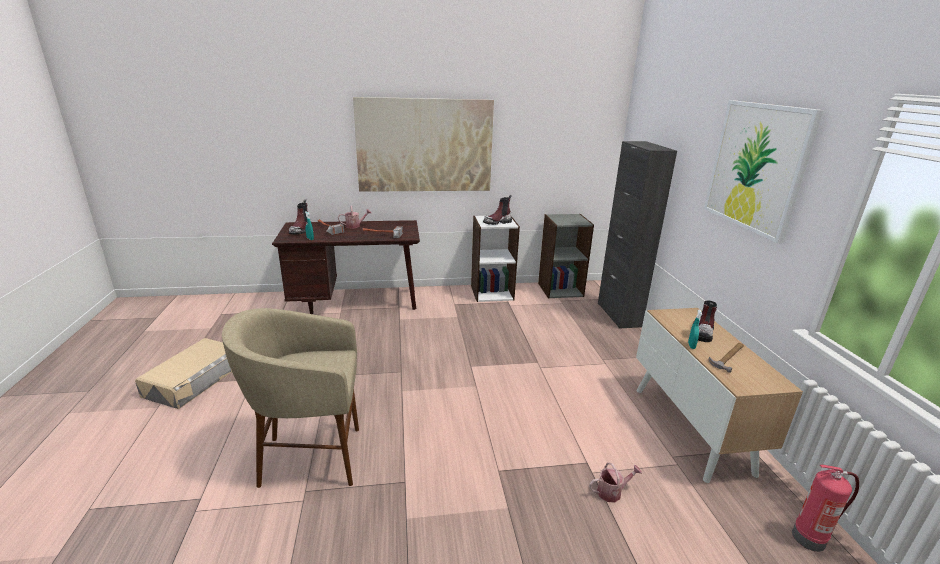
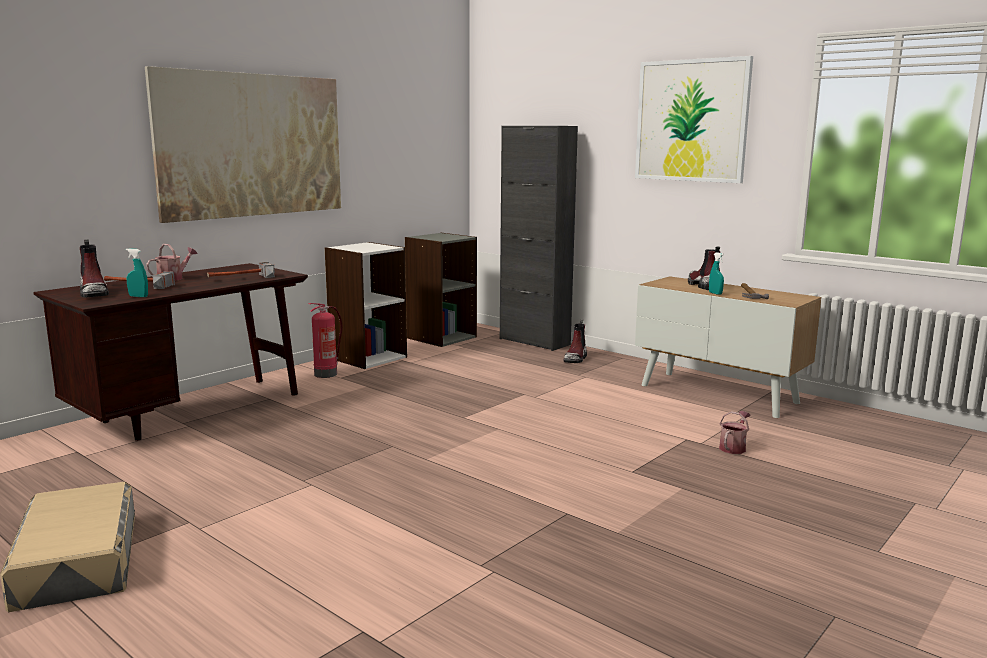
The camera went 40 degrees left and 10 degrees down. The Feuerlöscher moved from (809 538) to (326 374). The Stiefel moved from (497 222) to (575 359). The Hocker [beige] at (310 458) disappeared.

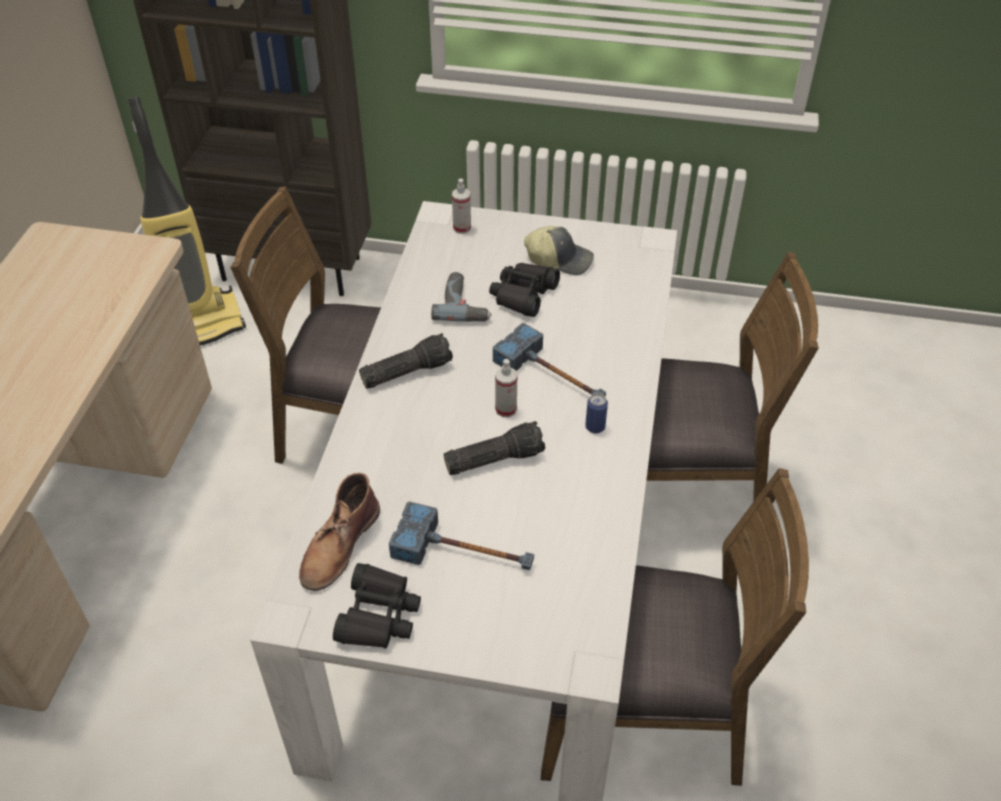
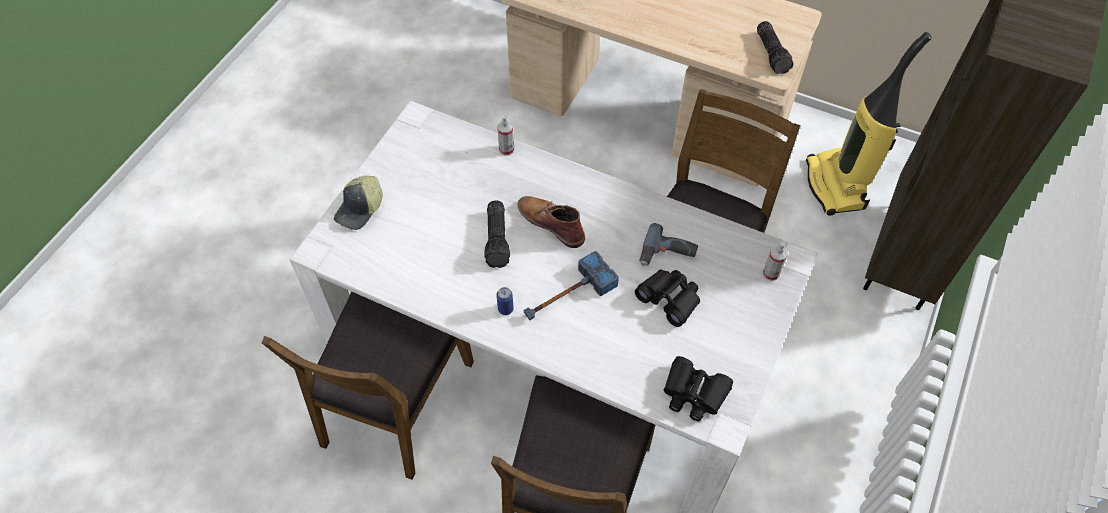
The camera went 105 degrees right and 10 degrees up. The Kappe moved from (559 259) to (360 209). The Sprühflasche moved from (506 409) to (506 149). The Stiefel [braun] moved from (339 545) to (551 222). The Fernglas [schwarz] moved from (378 615) to (694 393). The Taschenlampe moved from (406 371) to (772 53). The Hammer at (464 552) disappeared.

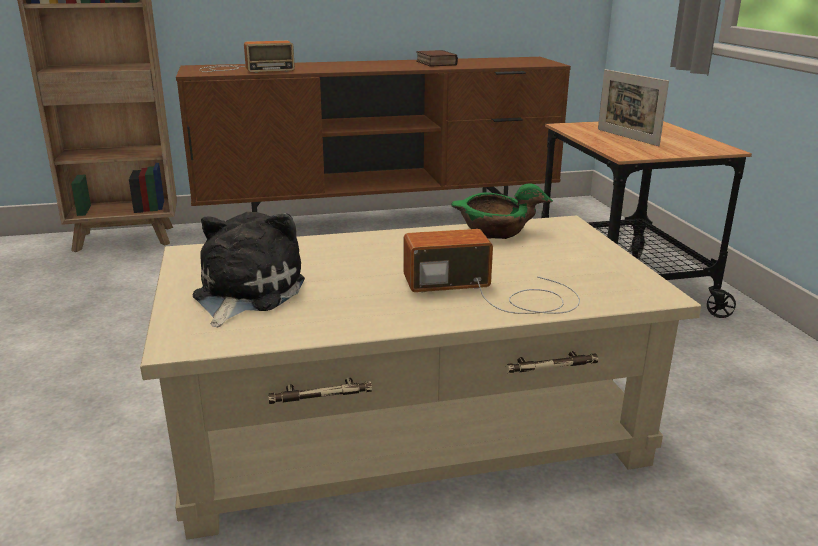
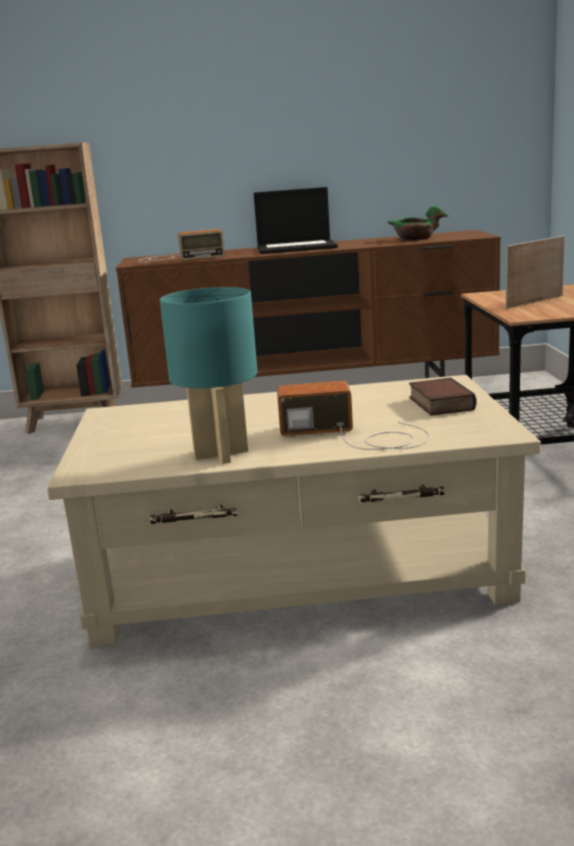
The camera went 10 degrees right and 5 degrees down. The Tischlampe [türkis] at (220 455) appeared. The Laptop at (297 247) appeared. The Schüssel [grün] moved from (494 231) to (415 238). The Buch moved from (434 63) to (439 403). The Bilderrahmen at (627 137) turned 75 degrees clockwise. The Plüschtier at (244 293) disappeared.

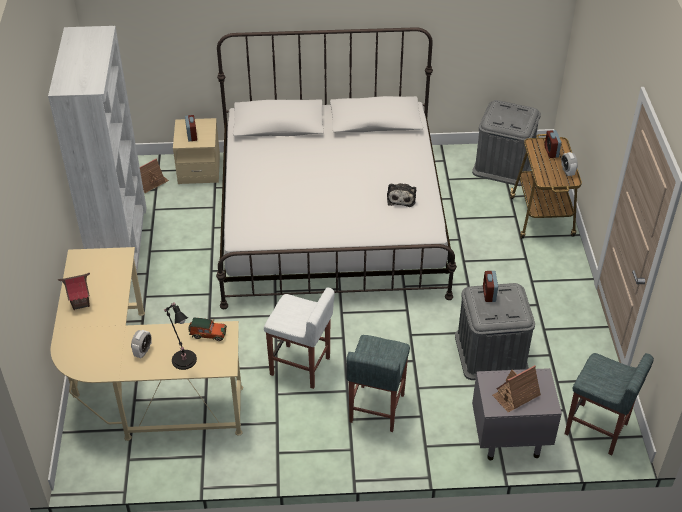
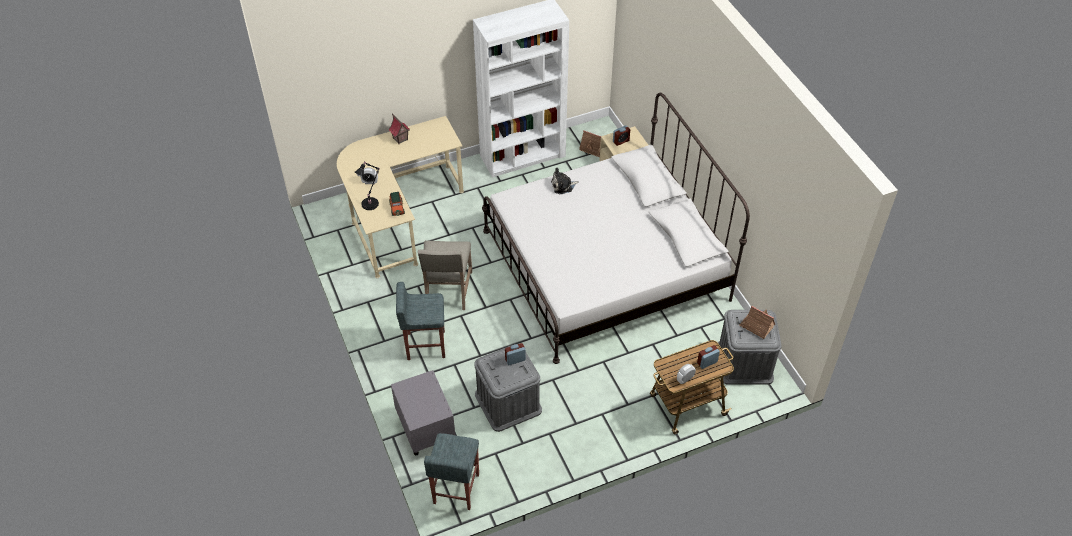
The camera went 70 degrees right and 5 degrees up. The Hocker [weiß] at (301 366) was replaced by the Stuhl [beige] at (447 291). The Plüschtier moved from (401 198) to (563 186). The Spielzeughaus moved from (515 395) to (756 326).

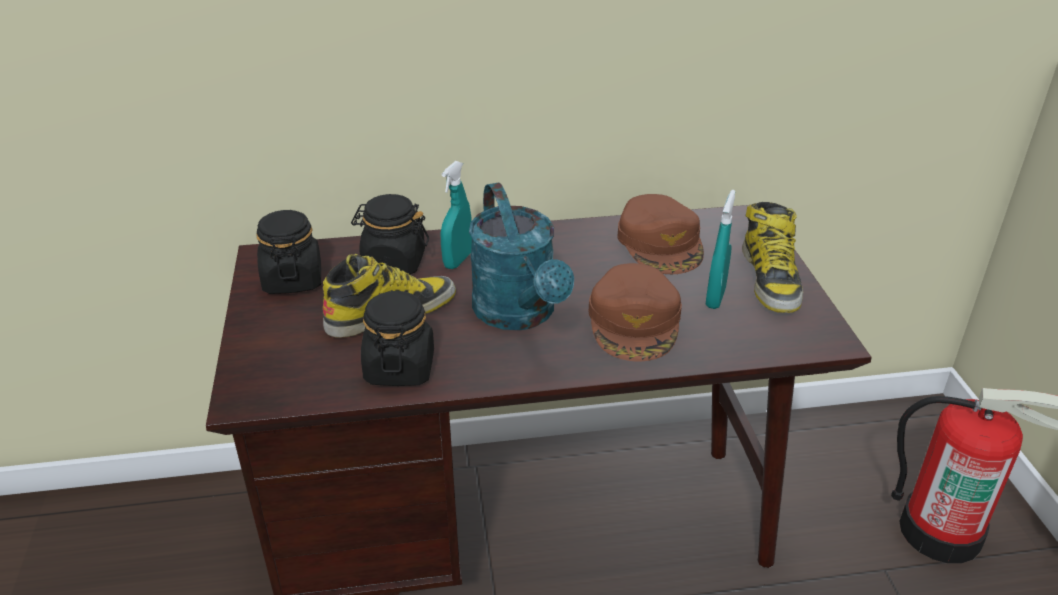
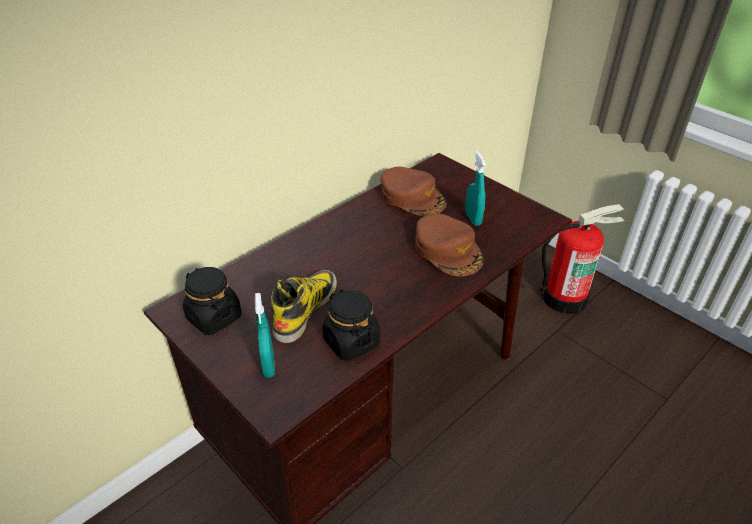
The camera went 35 degrees left and 5 degrees up. The Sprühflasche [türkis] moved from (457 260) to (268 365). The Vorratsglas [schwarz] at (393 262) disappeared. The Gießkanne [türkis] at (520 314) disappeared. The Stiefel at (770 279) disappeared.

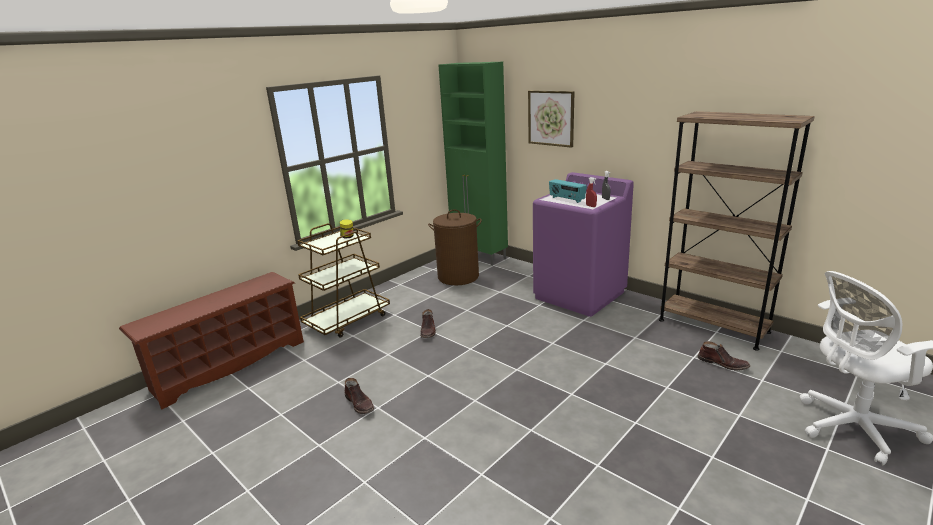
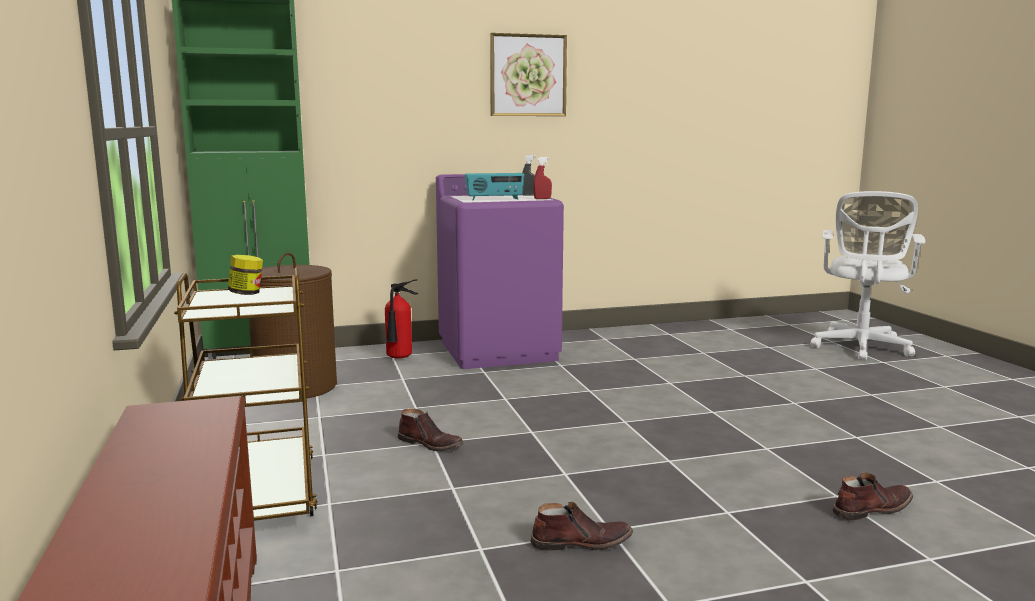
The camera went 60 degrees left and 10 degrees down. The Feuerlöscher at (399 358) appeared. The Bild moved from (551 118) to (528 75). The Stiefel [braun] moved from (723 363) to (870 509). The Bücherregal [braun] at (713 326) disappeared.

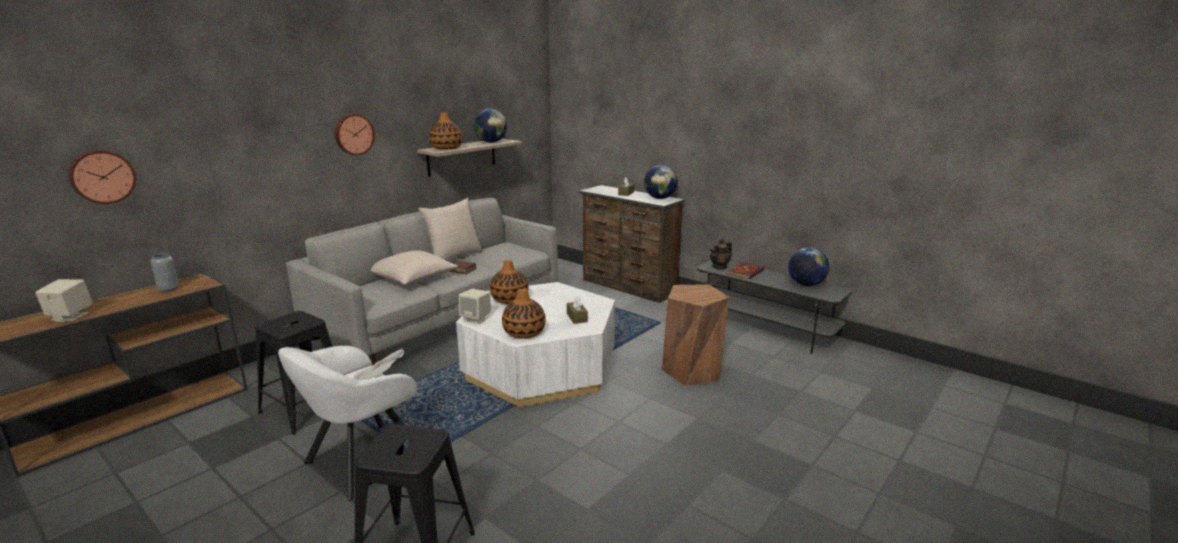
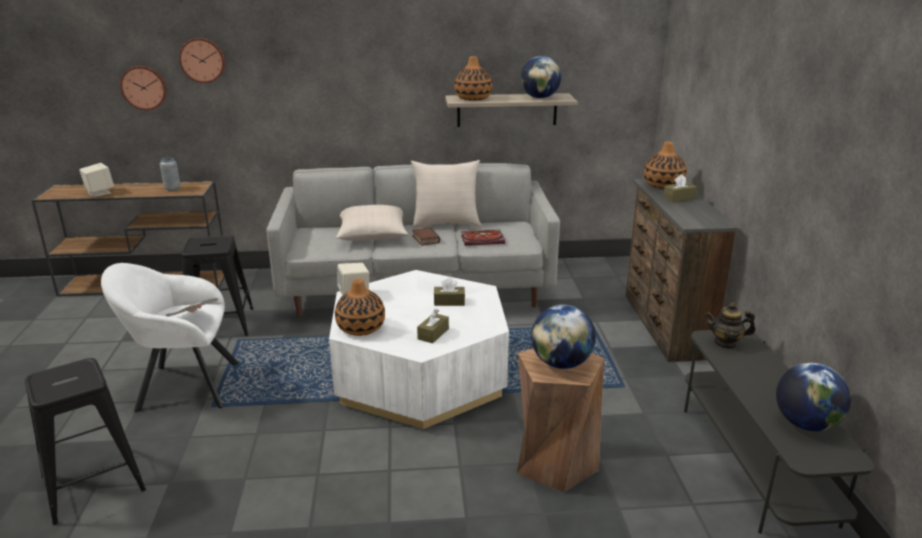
The camera went 45 degrees right and 5 degrees up. The Wanduhr moved from (353 134) to (202 60). The Taschentuchbox [braun] at (449 302) appeared. The Buch moved from (745 272) to (483 239). The Globus moved from (660 198) to (561 363). The Vase moved from (509 300) to (663 185).

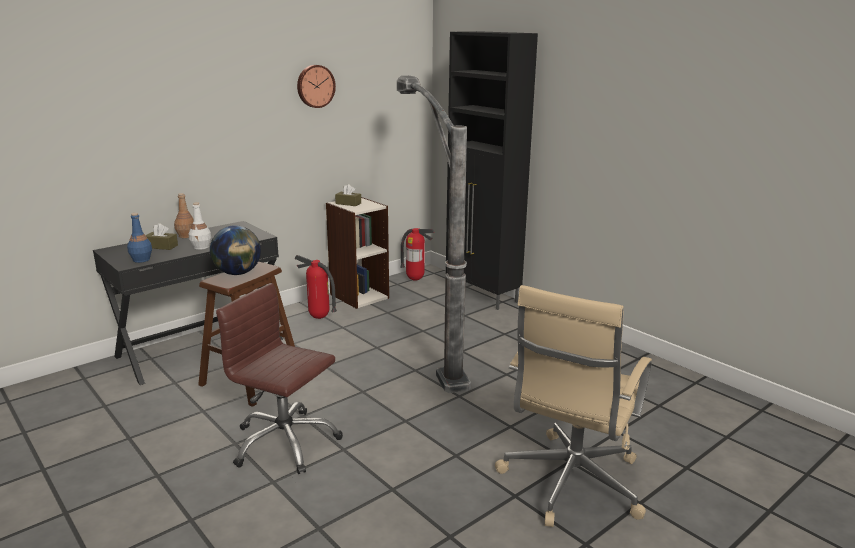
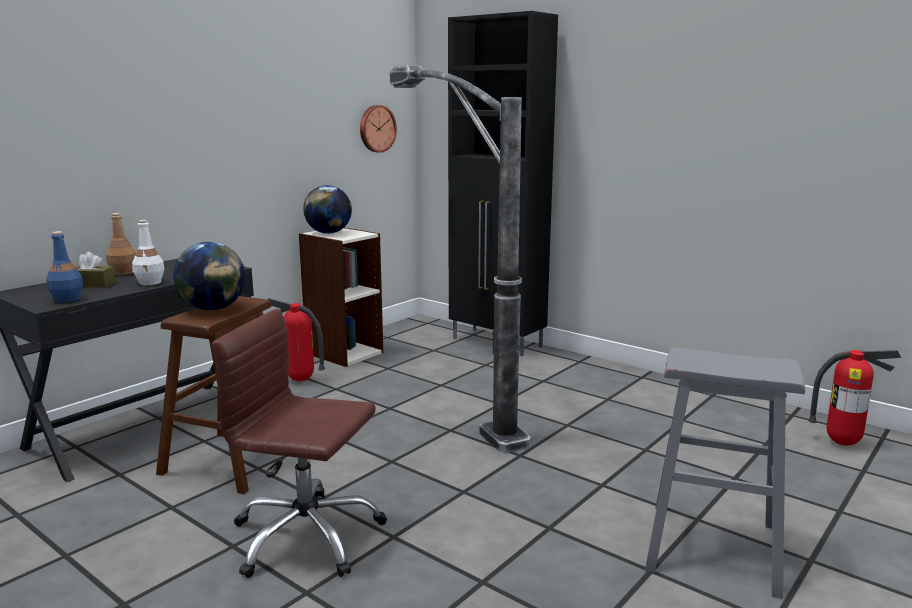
The camera went 10 degrees left and 5 degrees down. The Taschentuchbox [braun] at (348 203) was replaced by the Globus at (328 233). The Wanduhr moved from (315 86) to (376 128). The Bürostuhl [beige] at (570 483) was replaced by the Hocker [grau] at (712 546). The Feuerlöscher moved from (415 279) to (843 443).

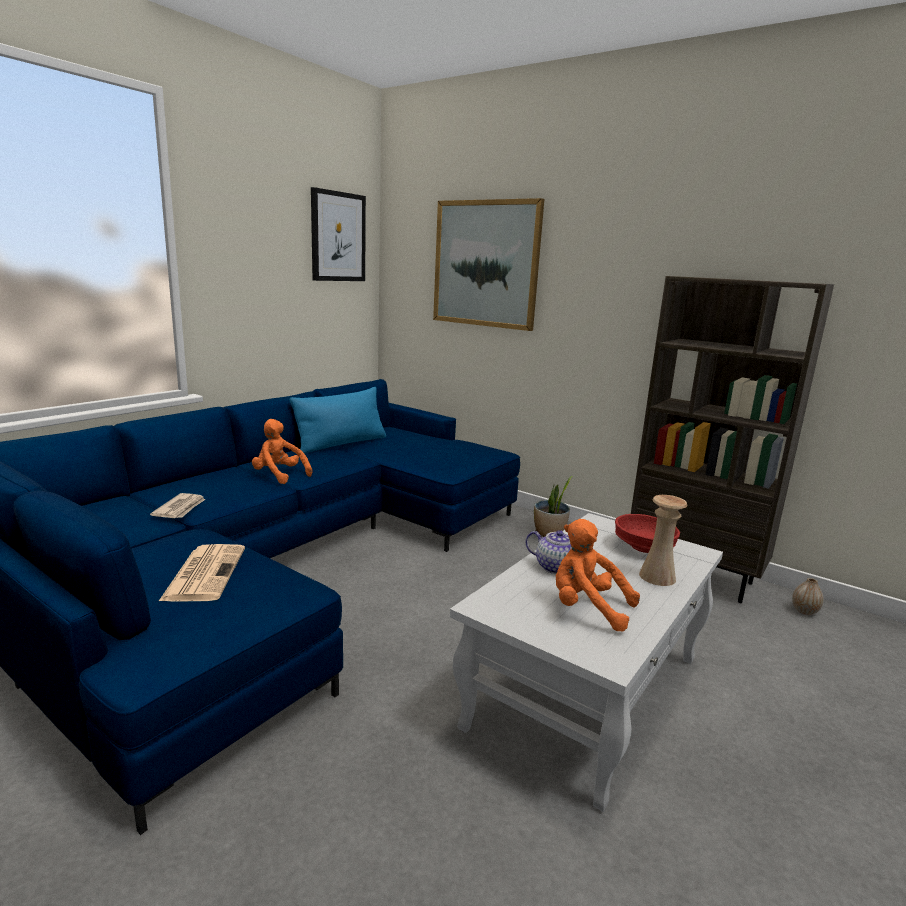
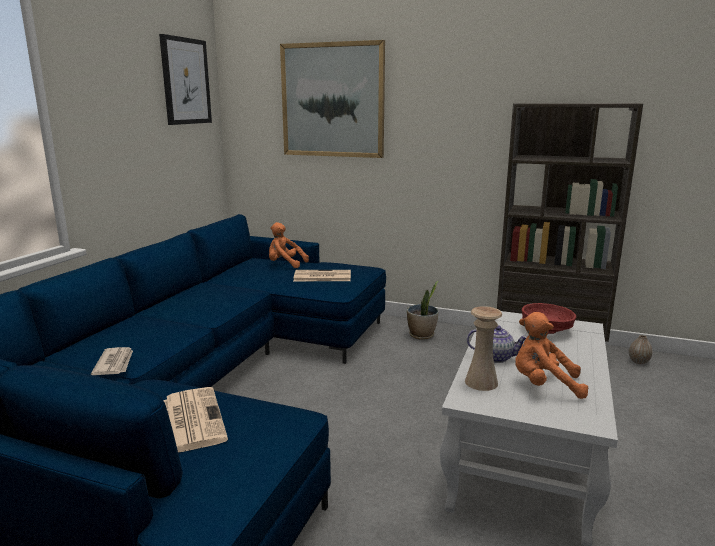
The camera went 15 degrees left and 0 degrees up. The Plüschtier [orange] moved from (279 475) to (285 264). The Zeitung at (321 277) appeared. The Vase [beige] moved from (657 577) to (481 382). The Kissen [blau] at (341 444) disappeared.

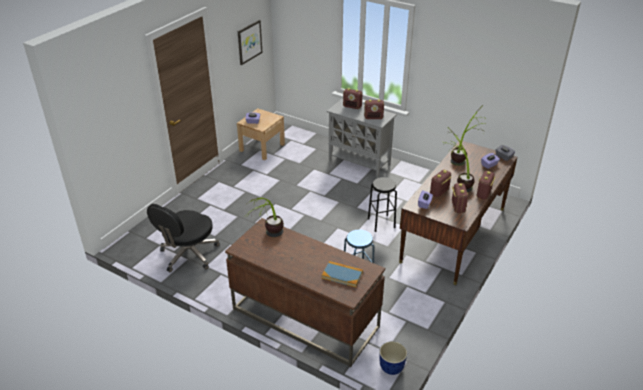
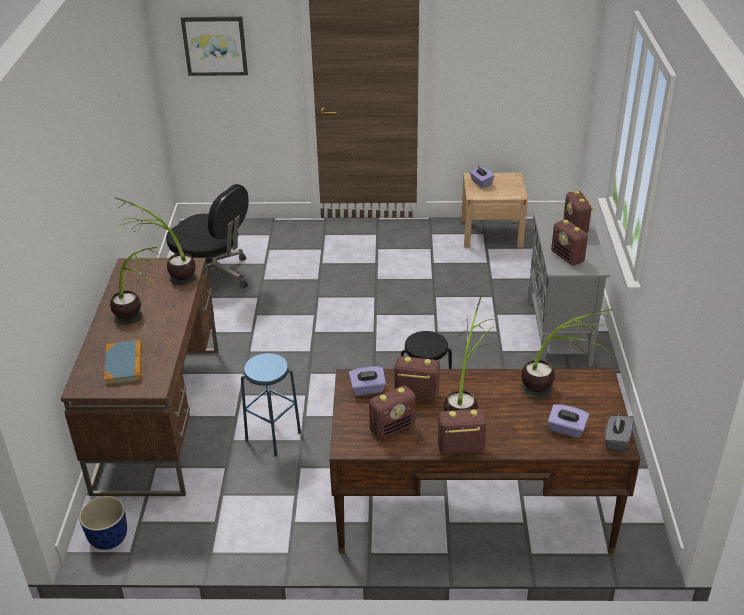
The camera went 60 degrees right and 0 degrees up. The Topfpflanze at (141 321) appeared. The Bürostuhl [schwarz] at (188 255) turned 150 degrees counterclockwise. The Bild moved from (249 42) to (215 45).

